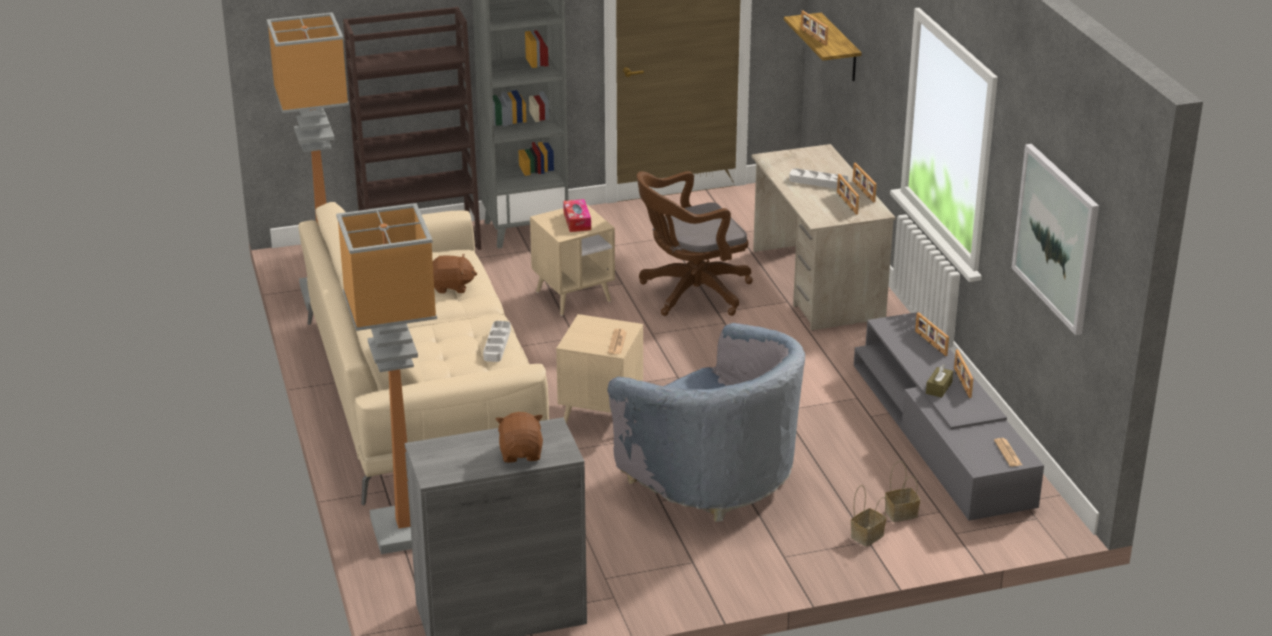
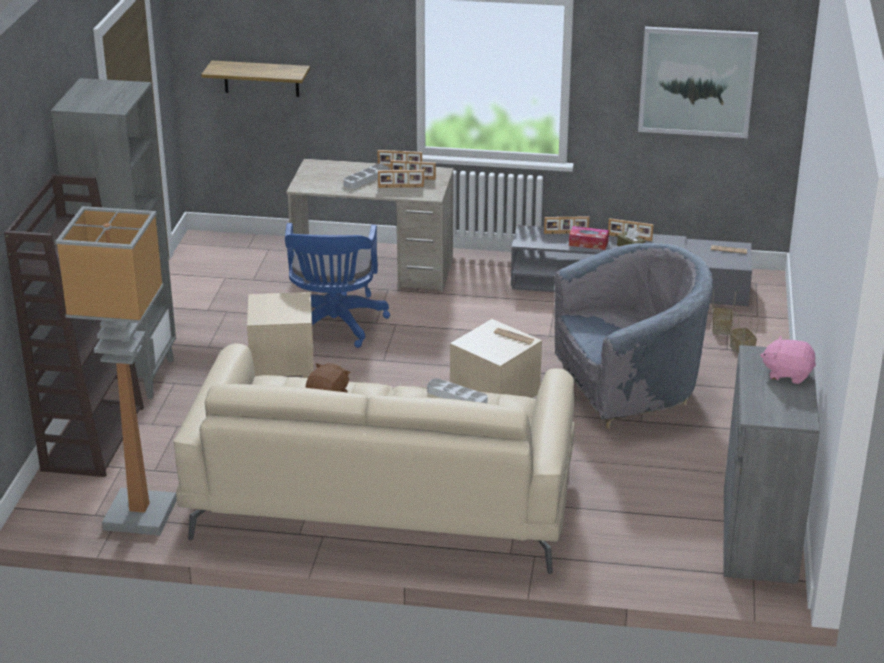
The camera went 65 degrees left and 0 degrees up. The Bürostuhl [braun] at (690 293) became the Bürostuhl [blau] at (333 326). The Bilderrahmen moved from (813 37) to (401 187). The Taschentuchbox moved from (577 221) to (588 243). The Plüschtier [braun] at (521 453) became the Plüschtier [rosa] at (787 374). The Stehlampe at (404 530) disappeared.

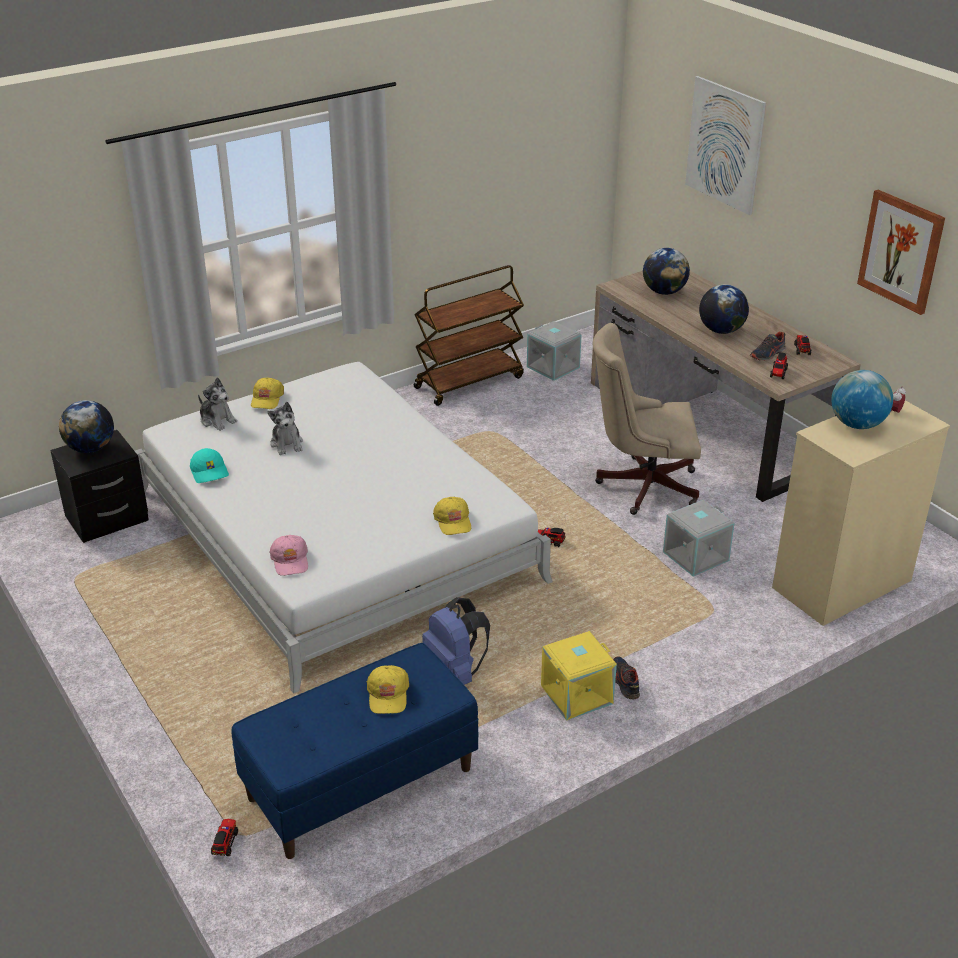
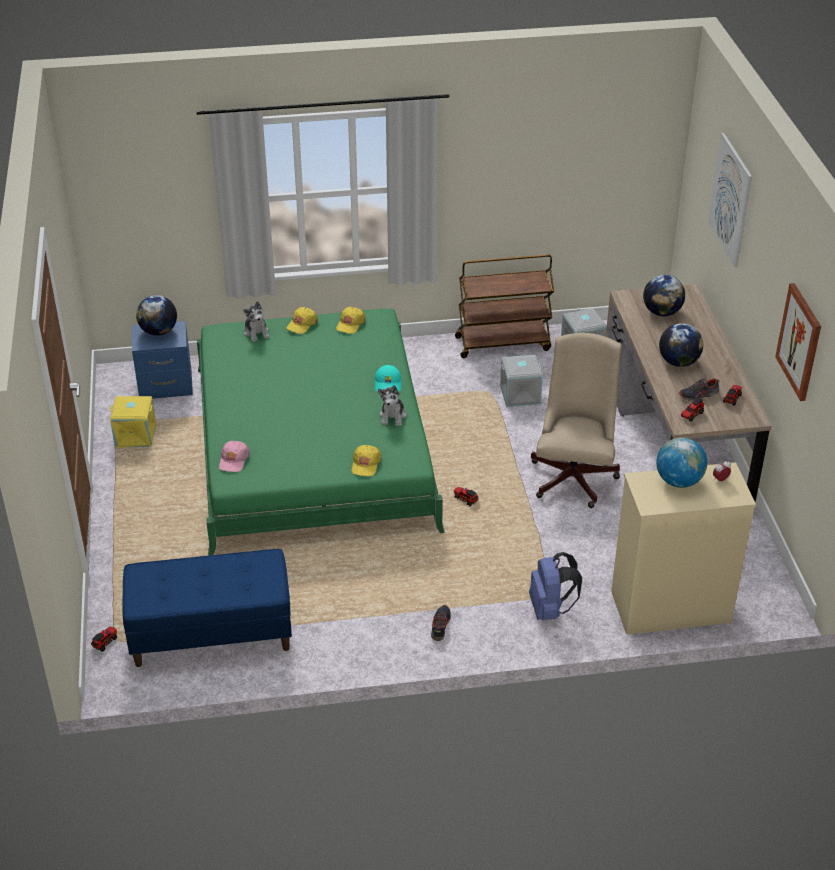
The camera went 25 degrees right and 5 degrees up. The Aufbewahrungsbox [gelb] moved from (576 694) to (136 435). The Nachttisch [schwarz] at (107 519) became the Nachttisch [blau] at (166 386). The Bett [weiß] at (335 535) became the Bett [grün] at (313 446). The Kappe [gelb] moved from (388 694) to (350 324). The Kappe [türkis] moved from (210 472) to (388 384). The Plüschtier moved from (287 444) to (393 416). The Aufbewahrungsbox [grau] moved from (696 557) to (520 395). The Rucksack [blau] moved from (454 675) to (550 609). The Bürostuhl [beige] at (641 485) turned 75 degrees clockwise.

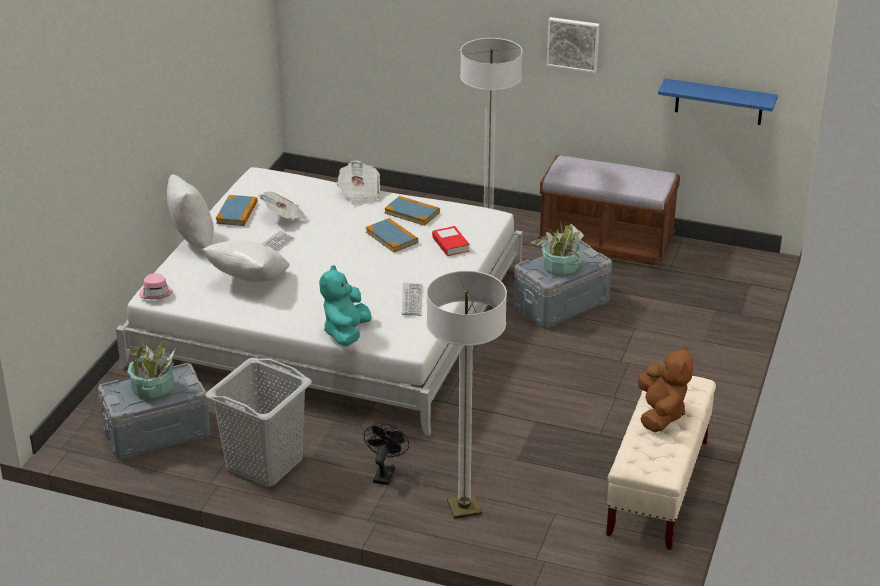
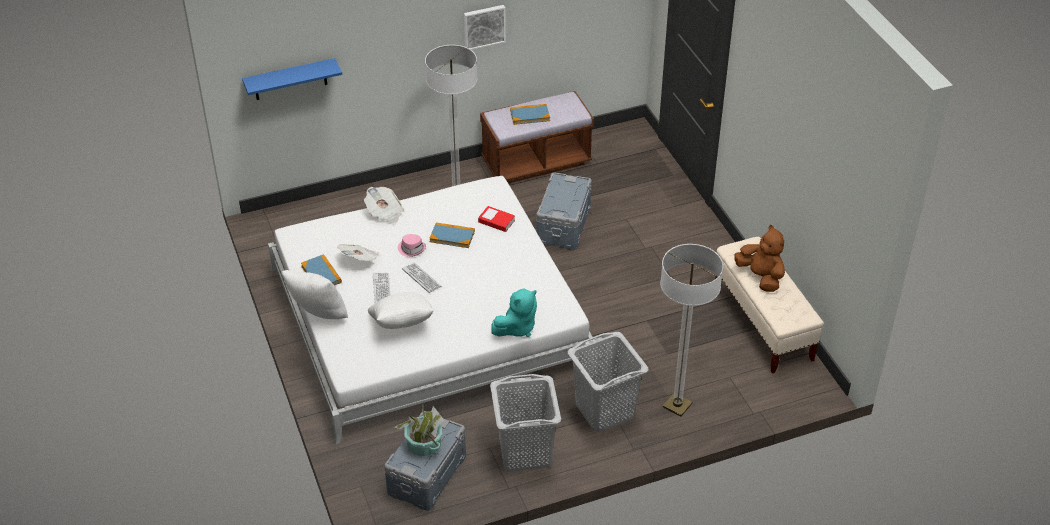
The camera went 40 degrees left and 10 degrees up. The Wandregal [blau] moved from (719 102) to (290 79). The Hut [rosa] moved from (156 292) to (411 248). The Tastatur moved from (412 300) to (421 278). The Plüschtier [türkis] at (346 333) turned 105 degrees counterclockwise. The Buch moved from (412 213) to (530 115). The Ventilator [schwarz] at (385 473) was replaced by the Wäschekorb [grau] at (604 411). The Topfpflanze at (560 267) disappeared.

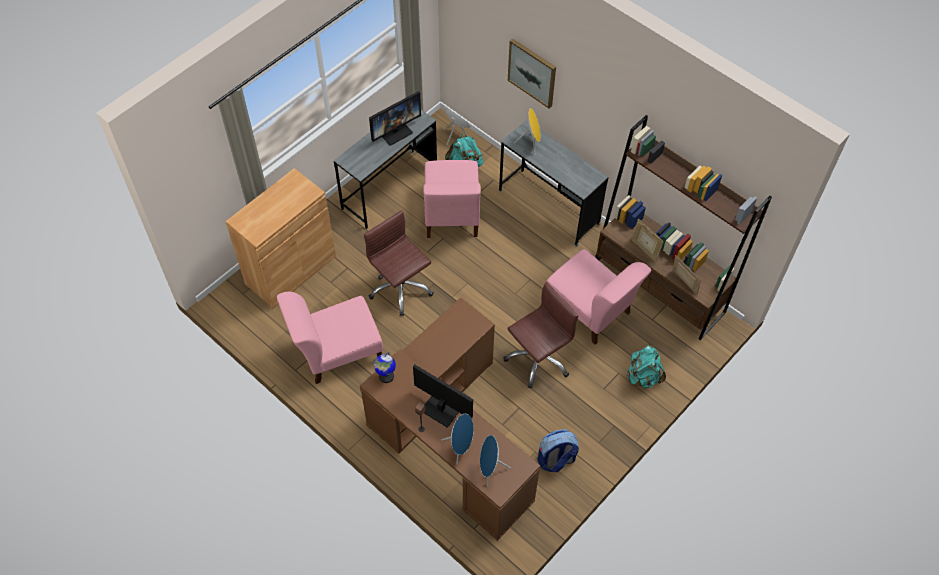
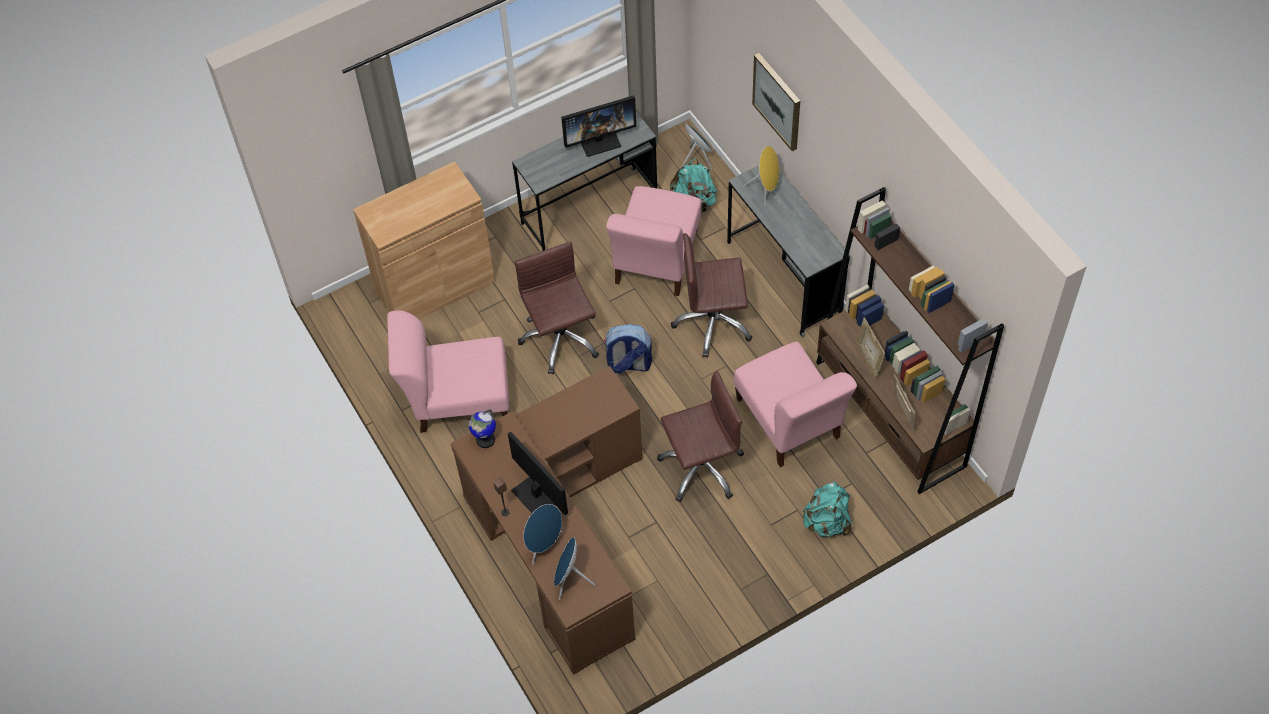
The camera went 20 degrees right and 0 degrees up. The Rucksack moved from (556 460) to (628 364). The Bürostuhl [braun] at (713 323) appeared.

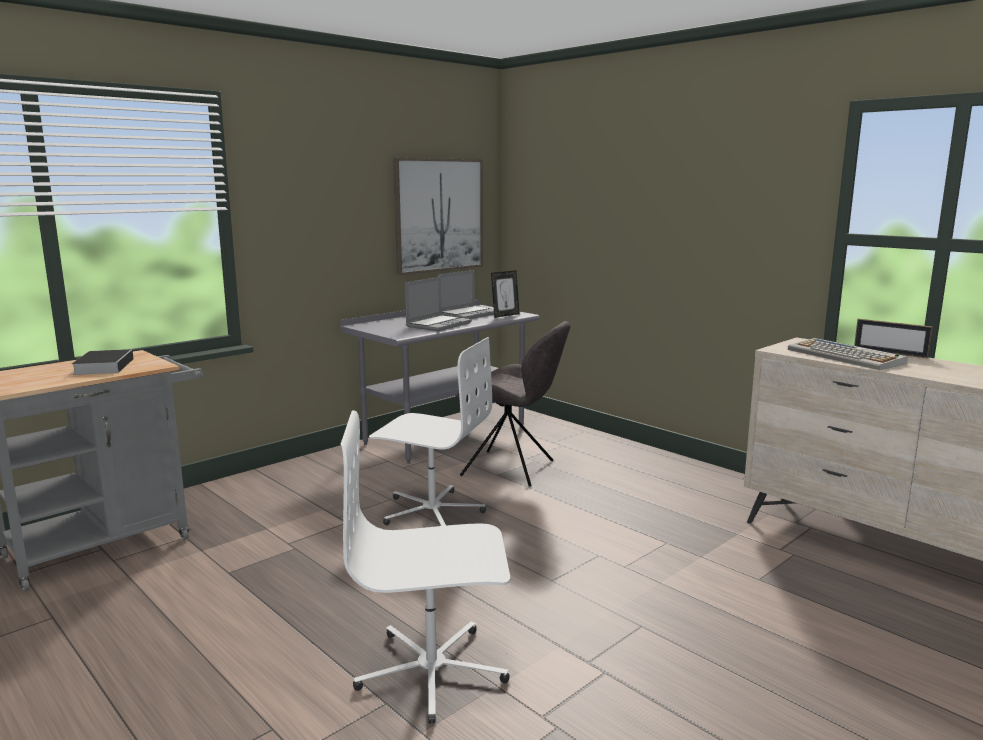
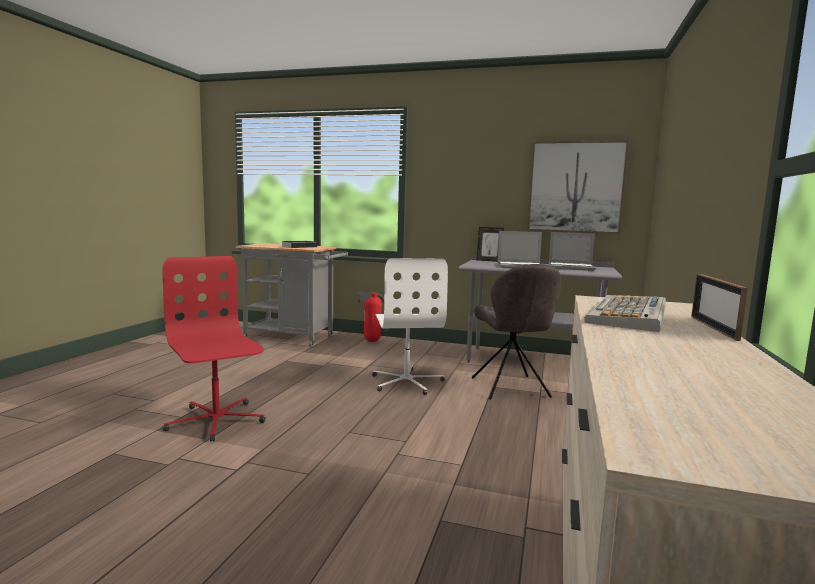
The camera went 60 degrees right and 5 degrees down. The Bürostuhl [weiß] at (432 671) became the Bürostuhl [rot] at (215 421). The Feuerlöscher at (372 342) appeared. The Bilderrahmen moved from (505 315) to (489 260).

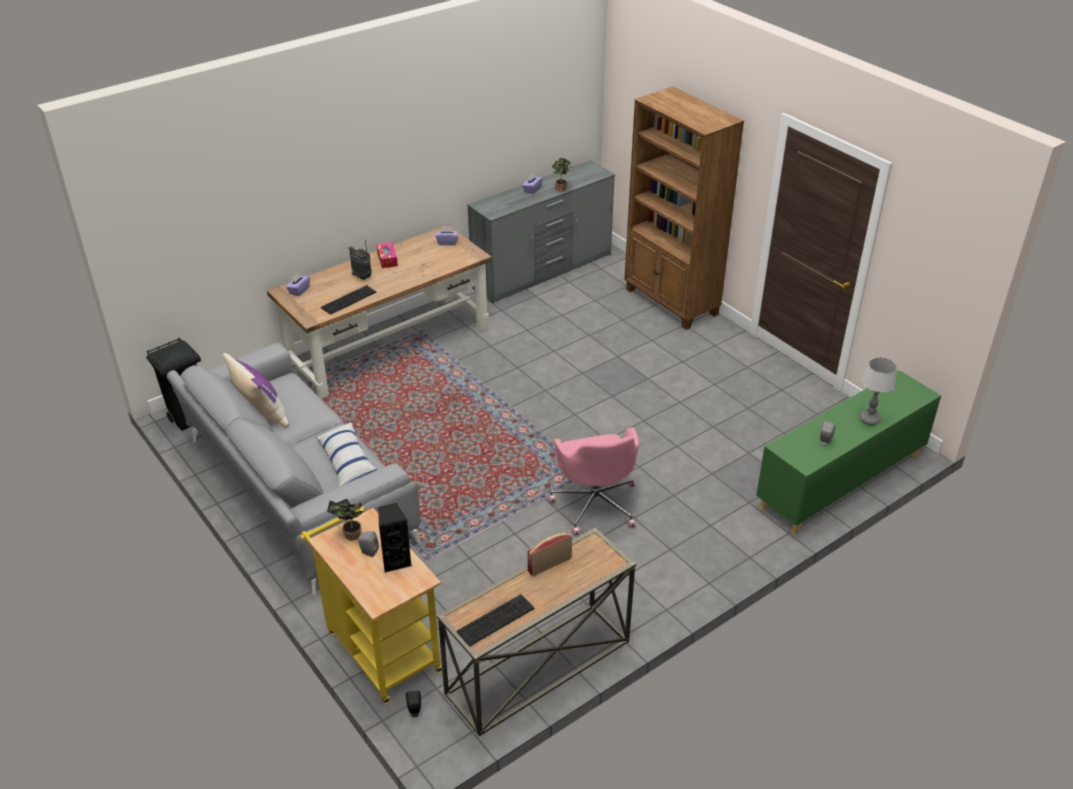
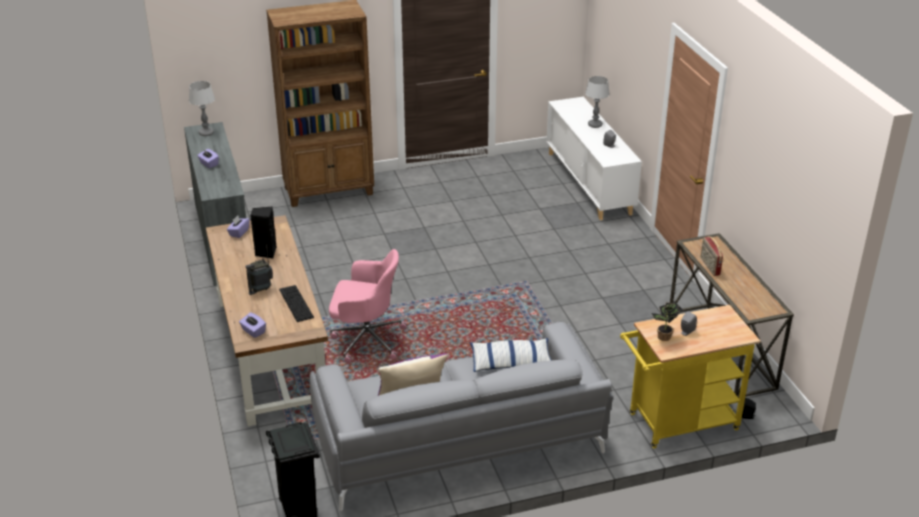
The camera went 70 degrees left and 5 degrees down. The Tischlampe at (206 133) appeared. The Lautsprecher [schwarz] moved from (396 561) to (265 252). The Bürostuhl [rosa] moved from (595 503) to (366 339). The Schrank [grün] at (840 482) became the Schrank [weiß] at (589 183). The Taschentuchbox at (387 259) disappeared. The Tastatur at (495 620) disappeared. The Topfpflanze at (562 189) disappeared.

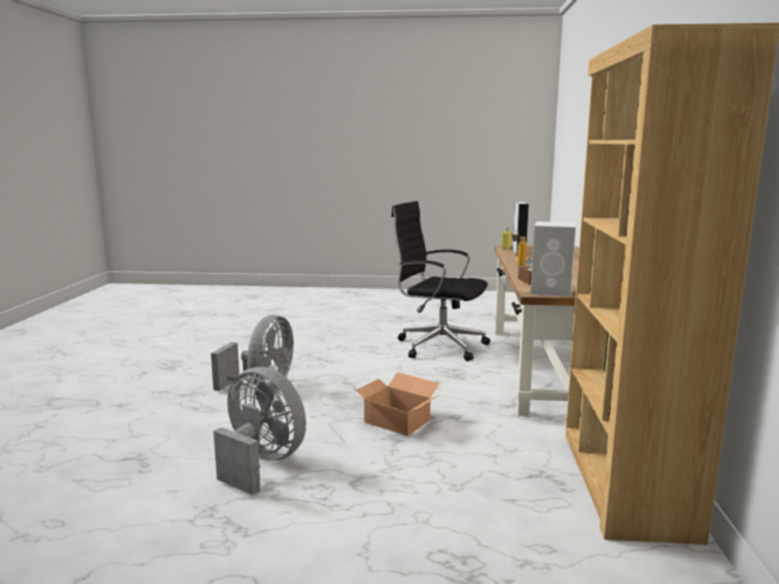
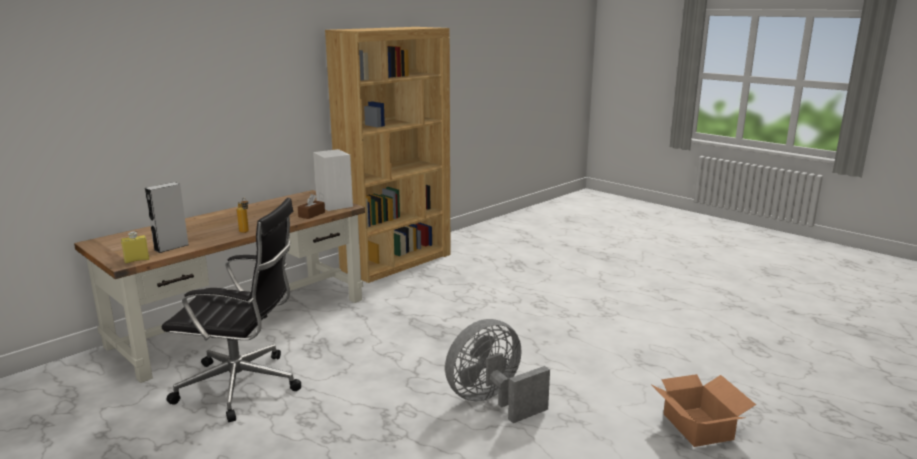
The camera went 140 degrees left and 5 degrees up. The Bürostuhl [schwarz] at (438 346) turned 60 degrees counterclockwise. The Karton moved from (397 421) to (697 427). The Ventilator [grau] at (261 463) disappeared.

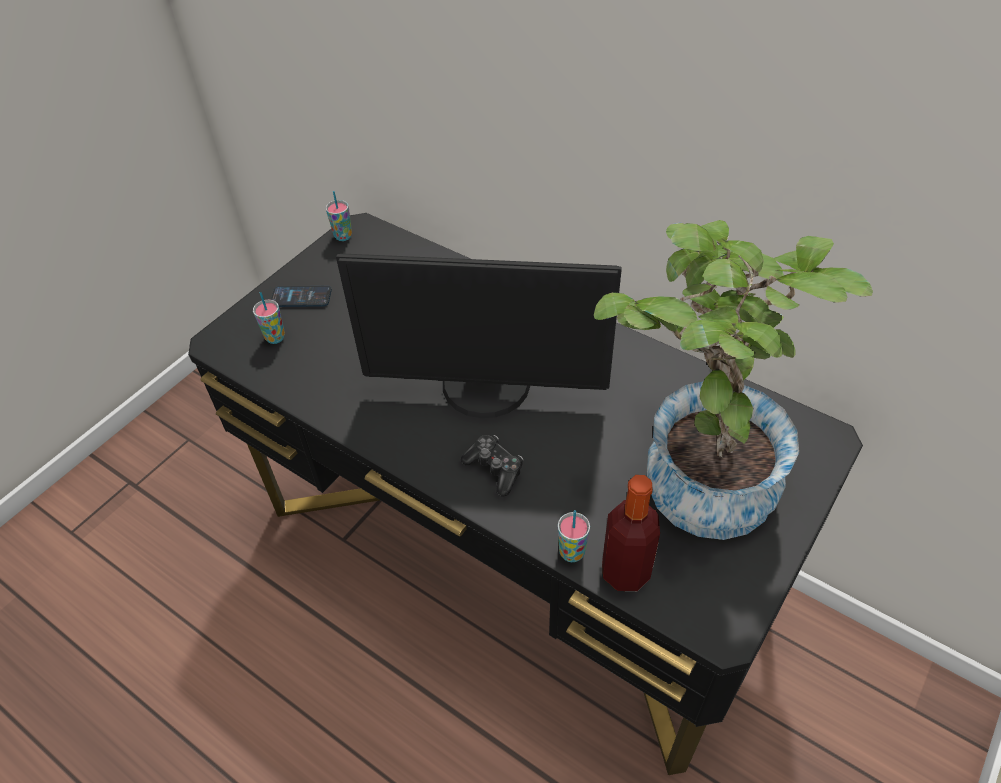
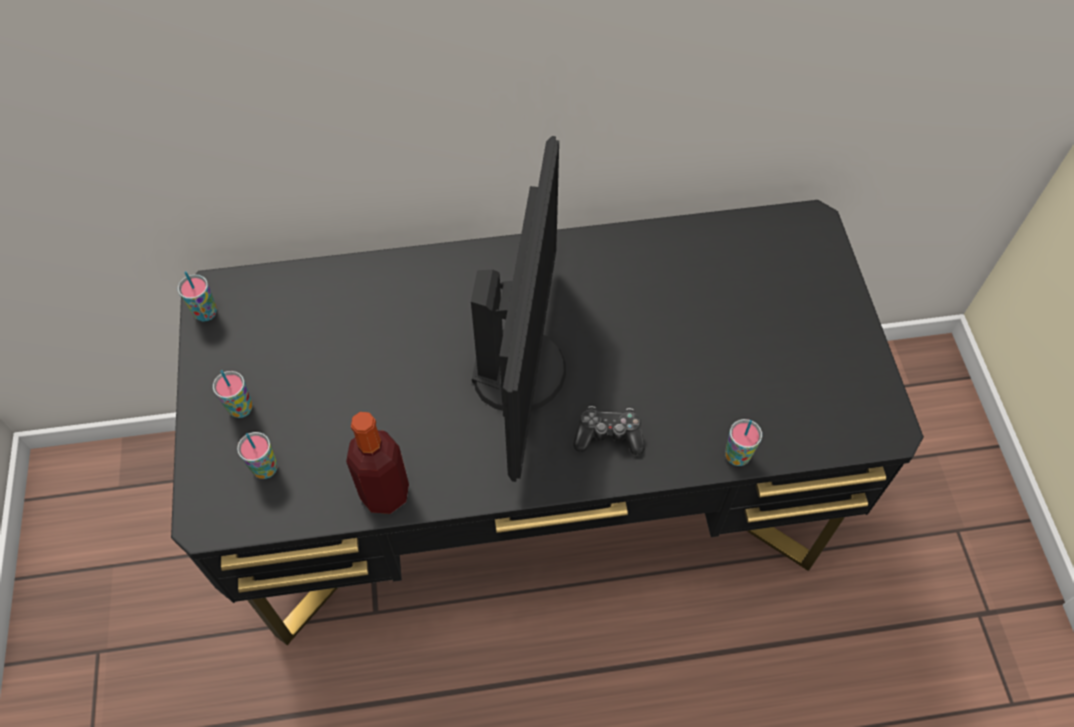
The camera went 45 degrees left and 10 degrees up. The Handy at (301 297) was replaced by the Tasse at (241 408). The Flasche moved from (625 572) to (385 493). The Monitor at (486 388) turned 45 degrees counterclockwise. The Topfpflanze at (696 471) disappeared.

